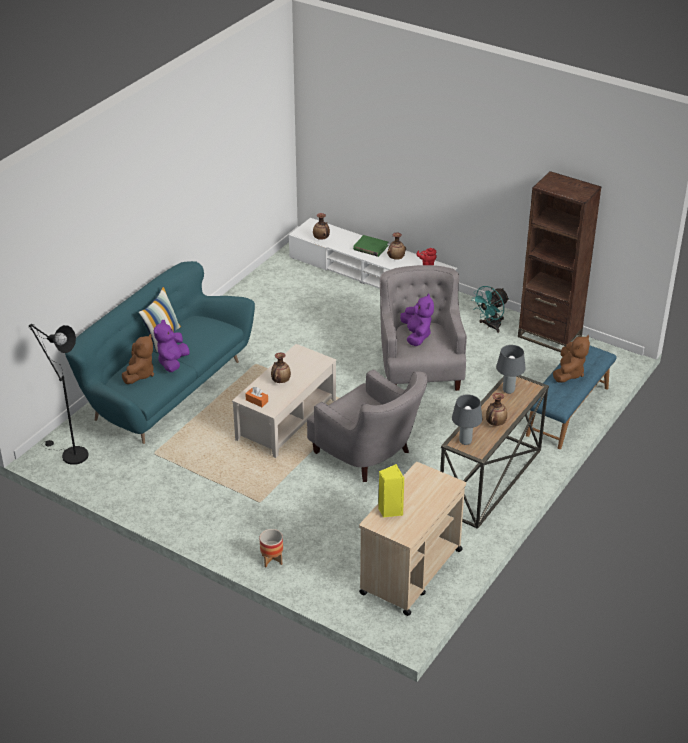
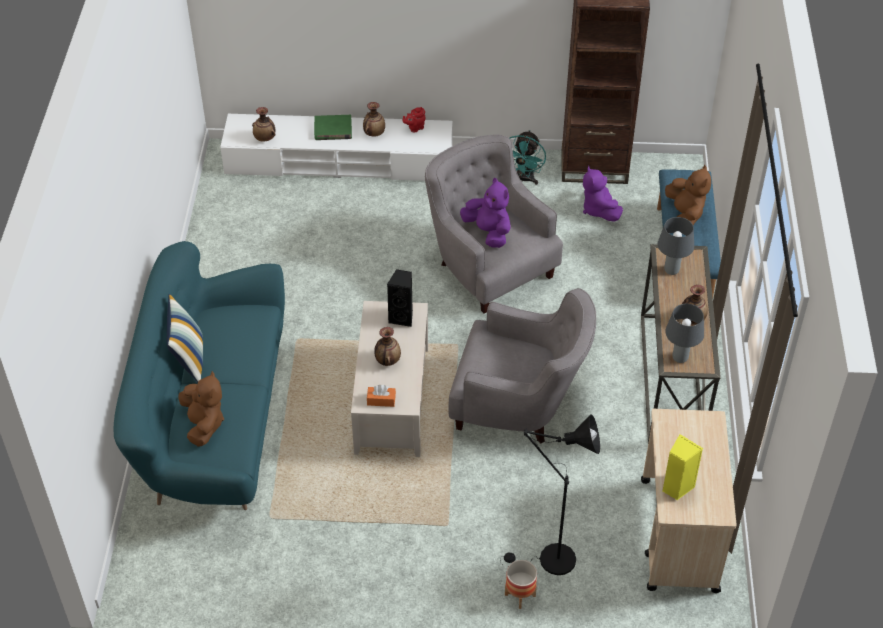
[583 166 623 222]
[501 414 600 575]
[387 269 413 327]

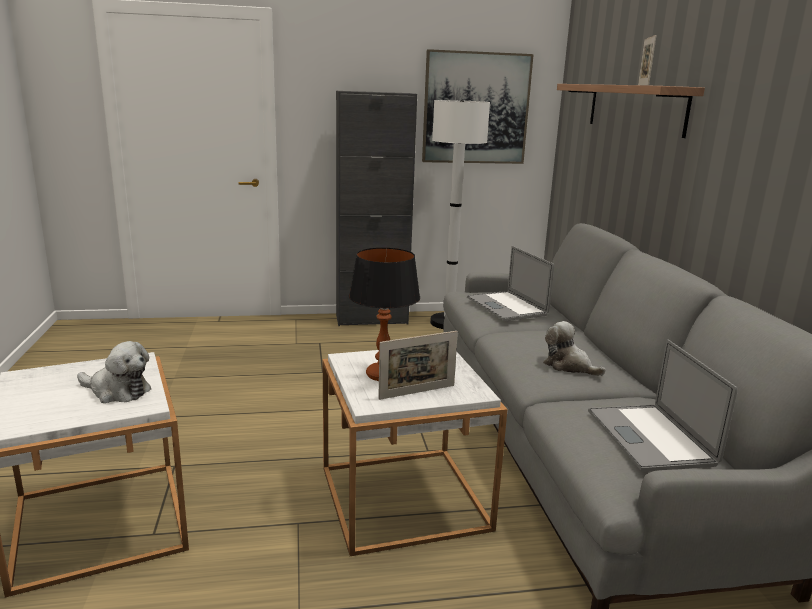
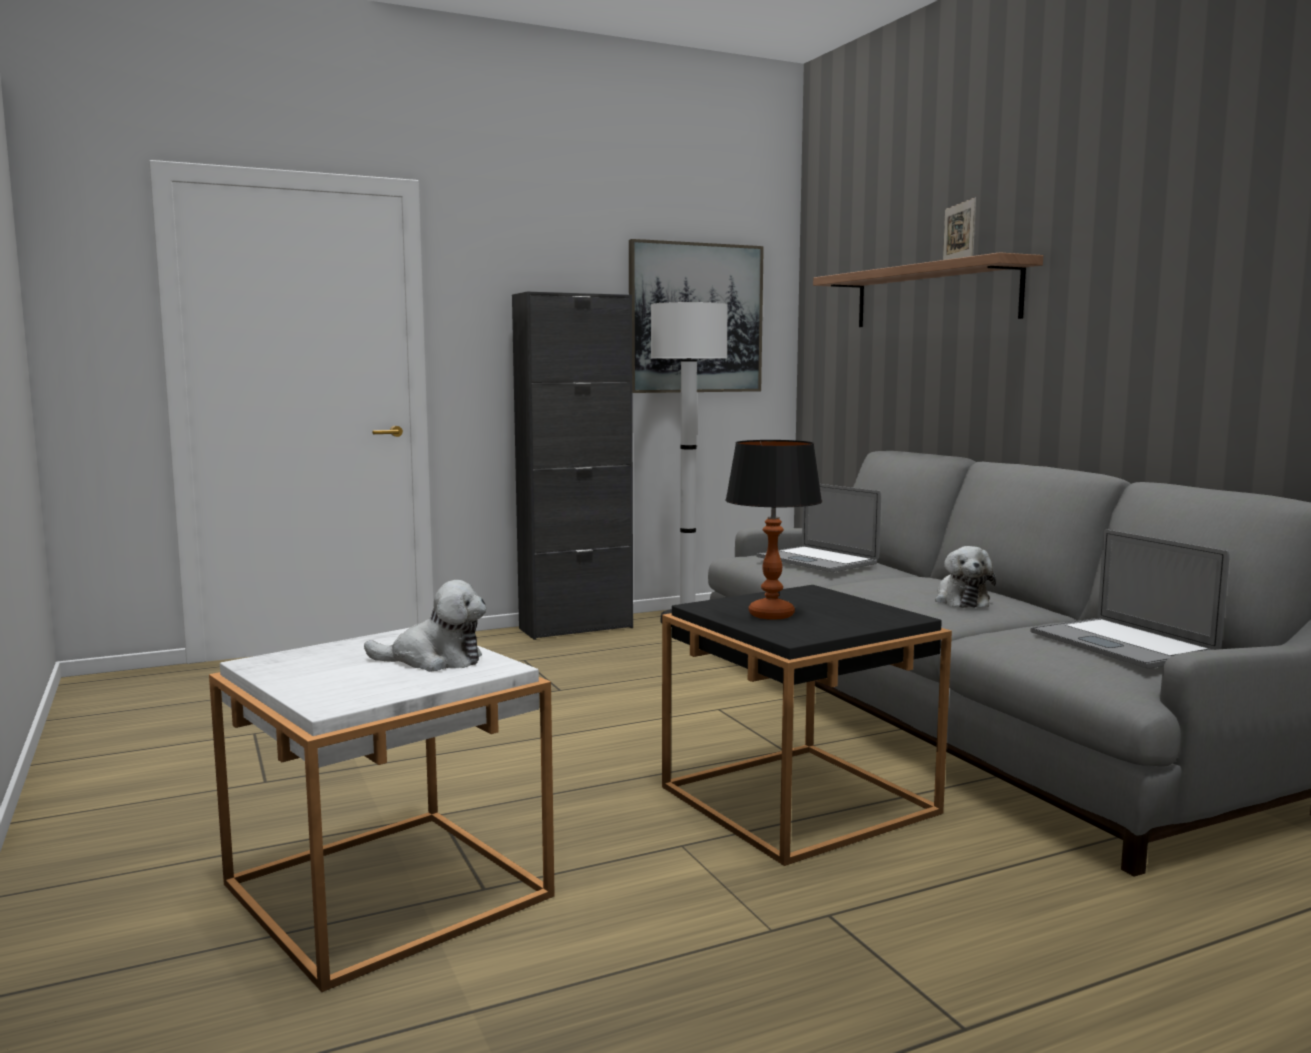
[935 546 996 608]
[378 331 458 400] (first image)
[662 585 952 866]

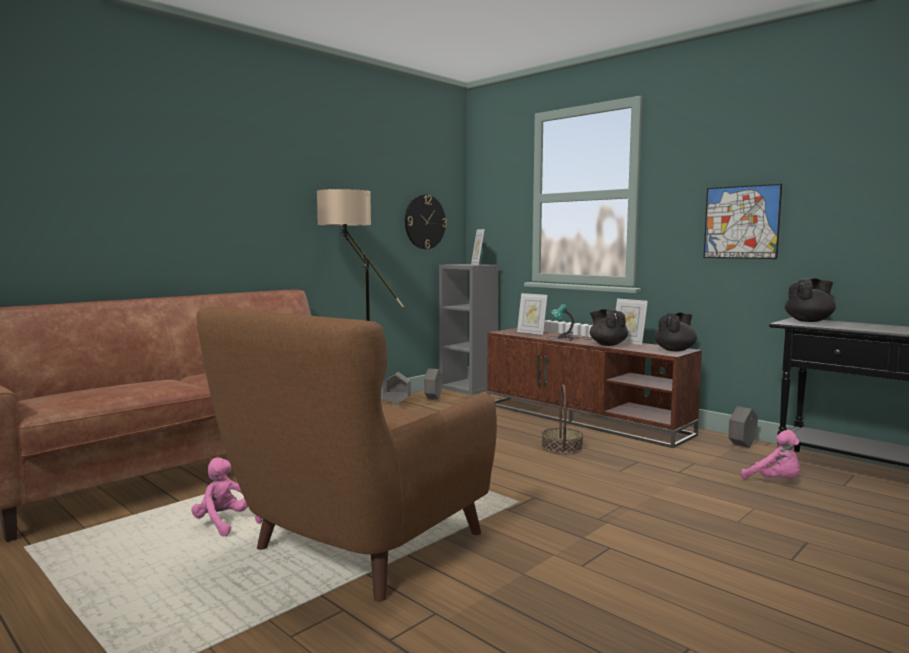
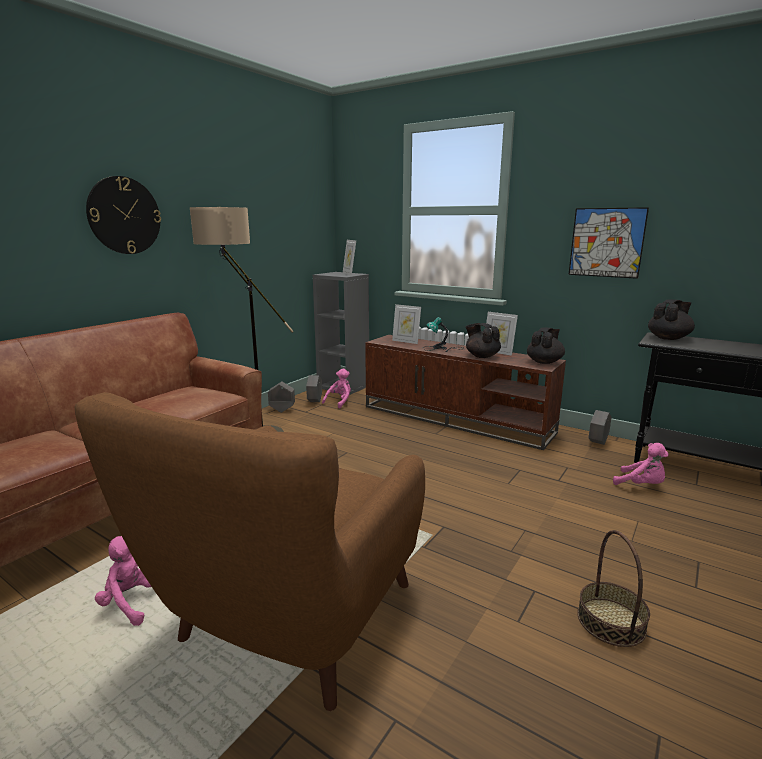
[86 176 161 254]
[577 530 650 647]
[322 368 351 409]

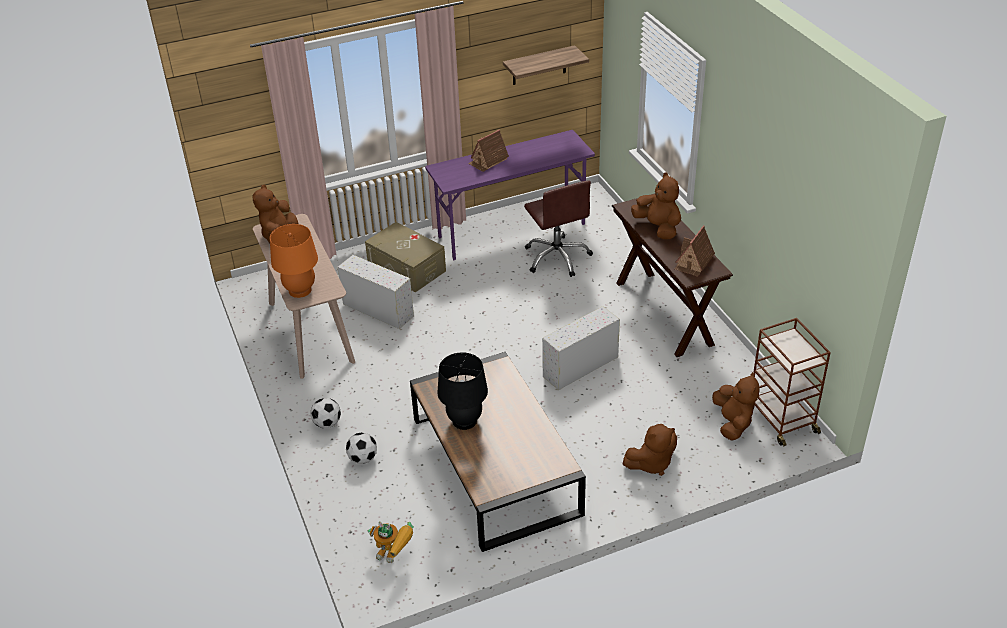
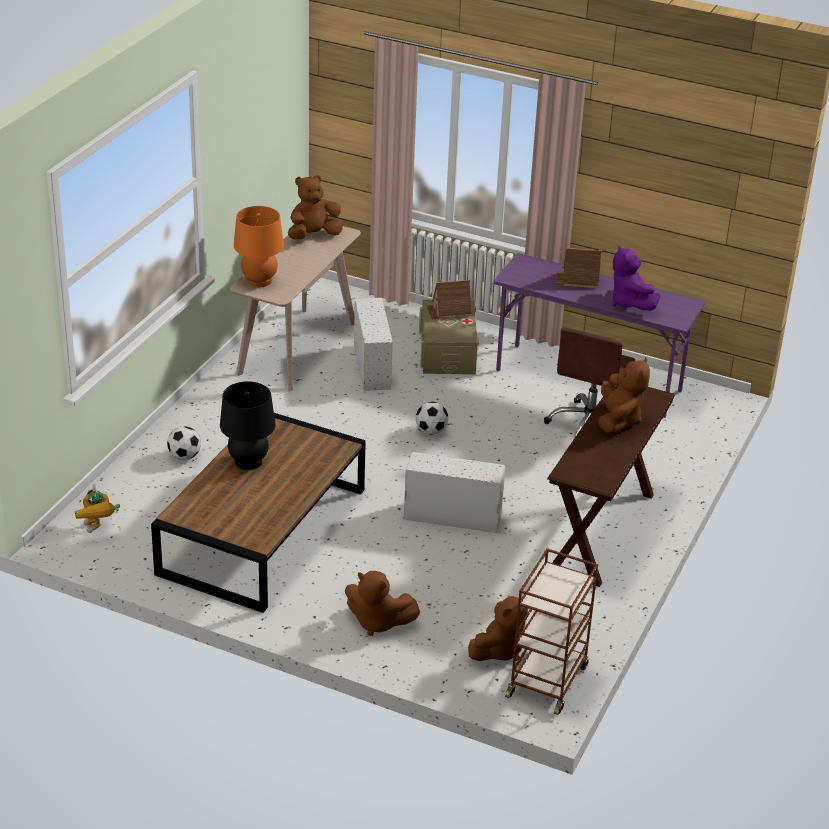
[503 45 589 85] (first image)
[426 280 472 319]
[416 402 448 435]
[612 245 660 310]

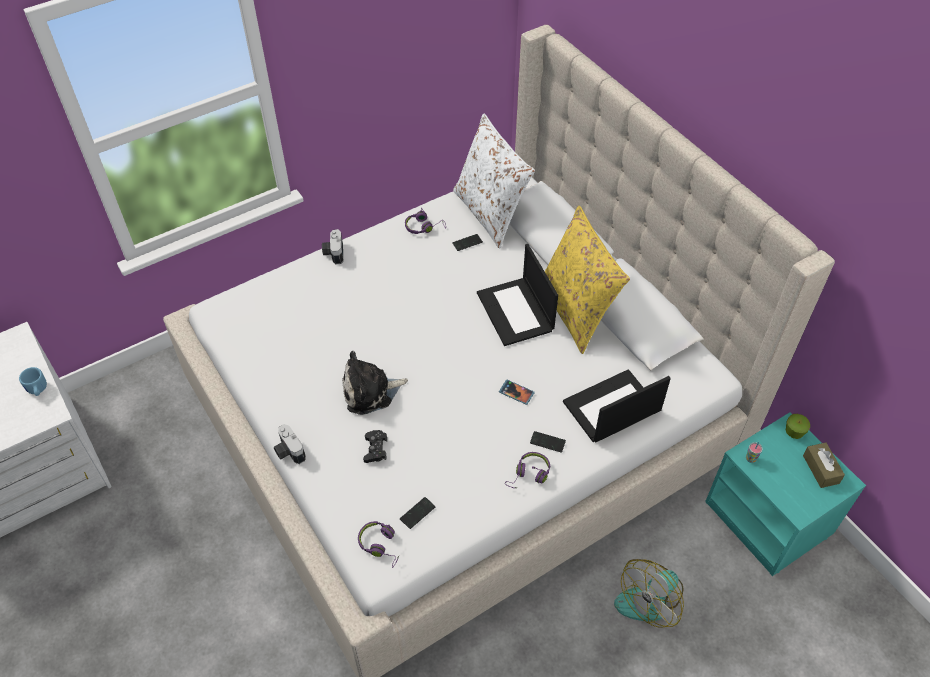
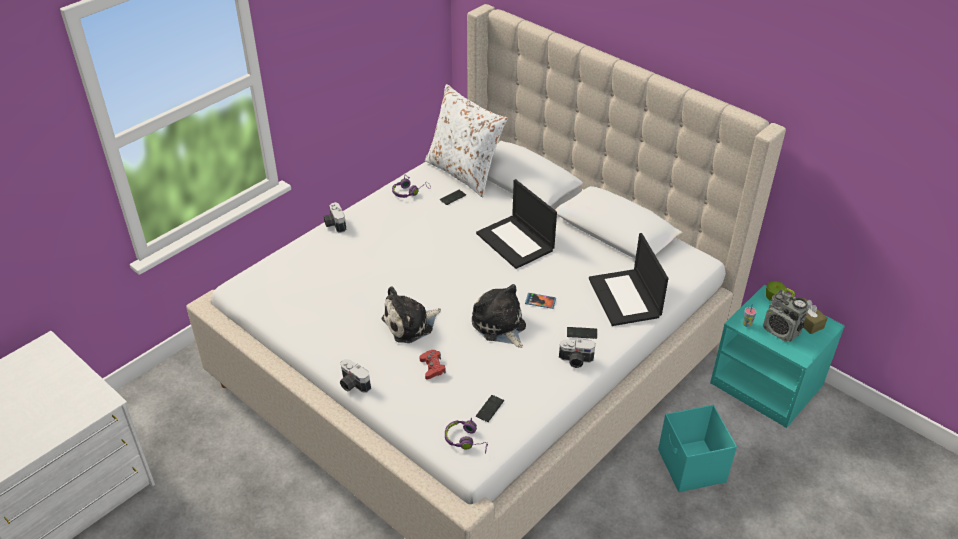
[545 206 630 354] (first image)
[19 367 47 396] (first image)
[589 233 668 326]
[419 350 446 379]
[559 339 595 368]
[658 405 737 492]
[472 284 526 348]
[763 288 809 342]

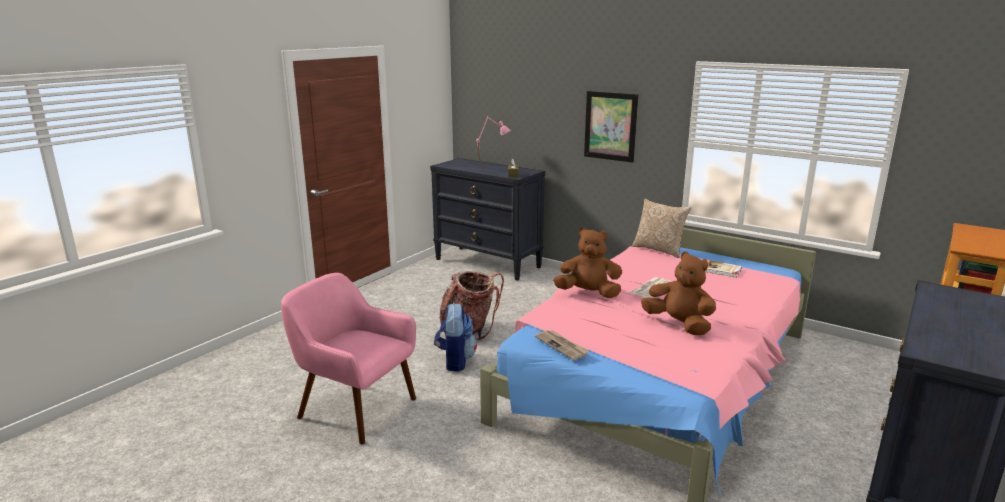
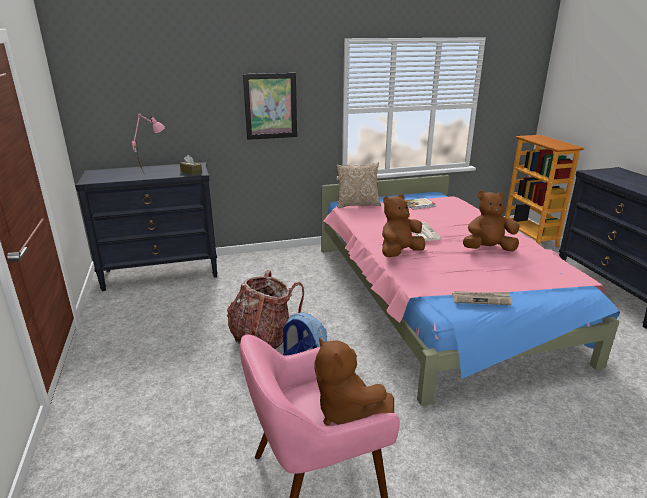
[314 337 394 426]

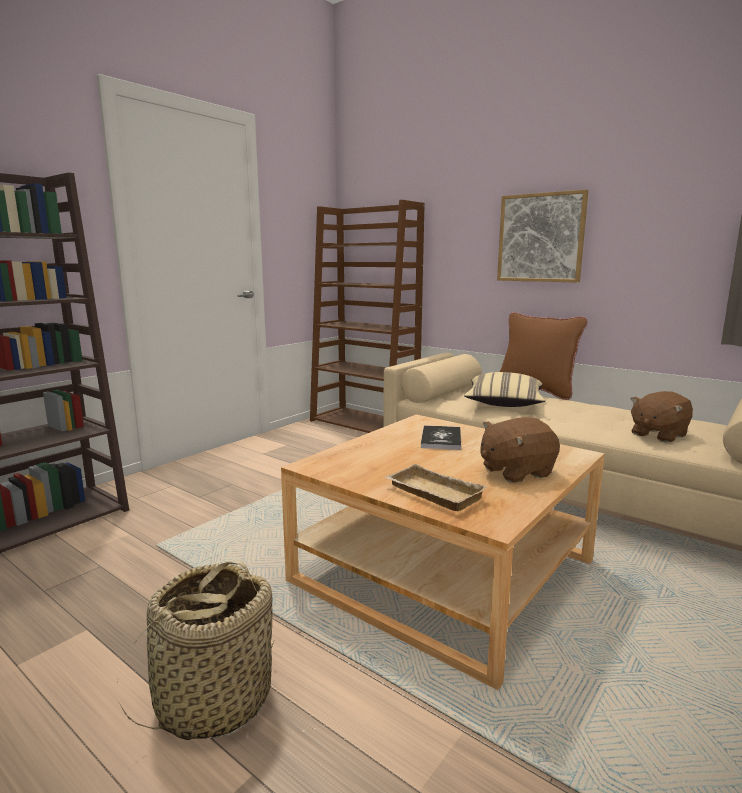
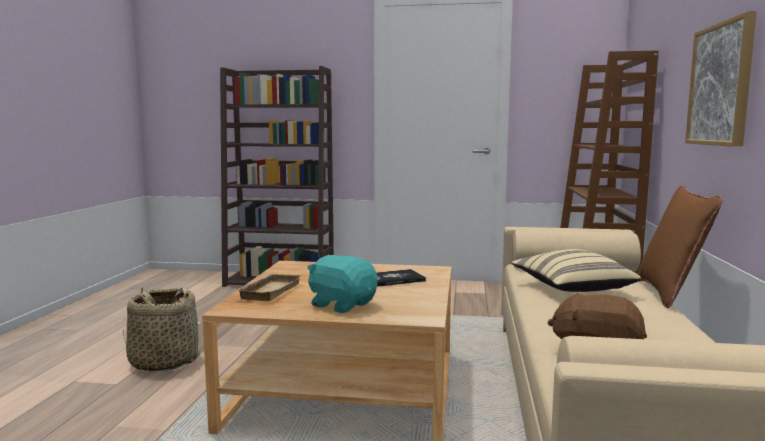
[307 255 378 313]

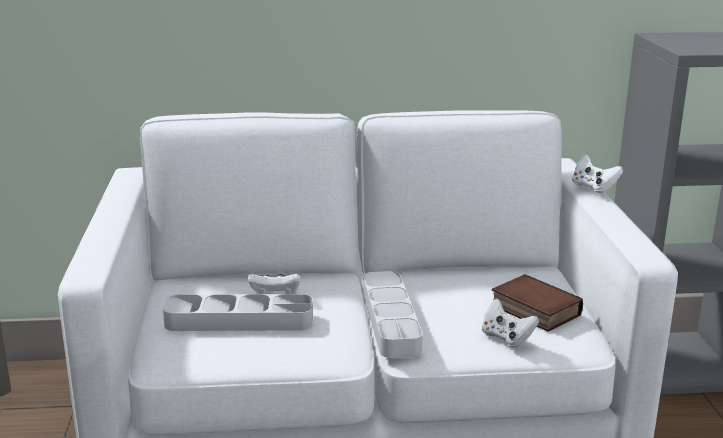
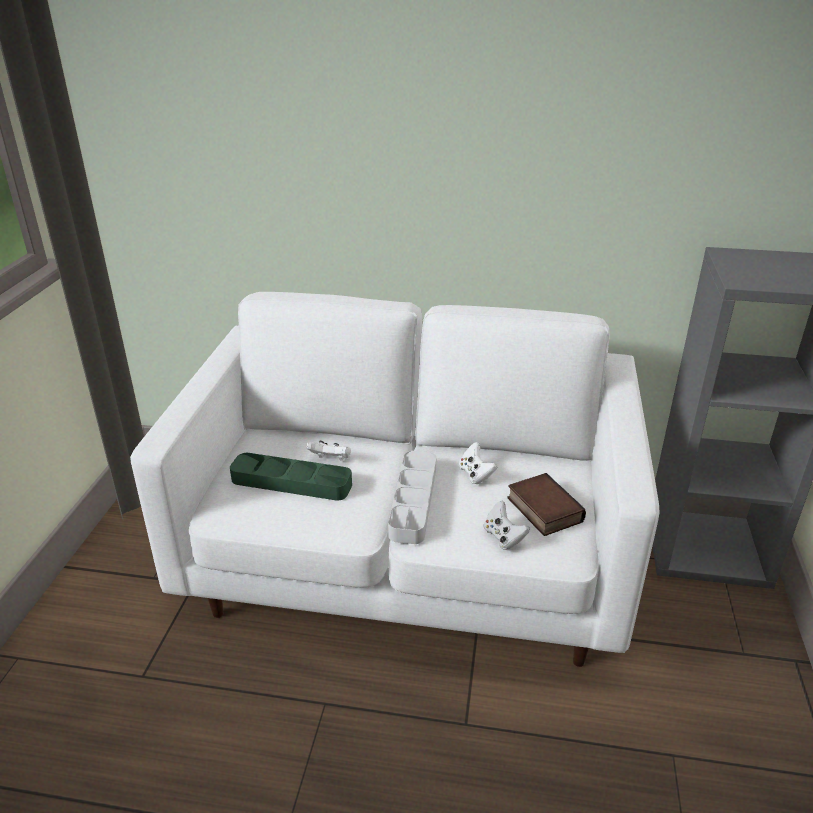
[459 442 497 484]
[230 453 352 501]

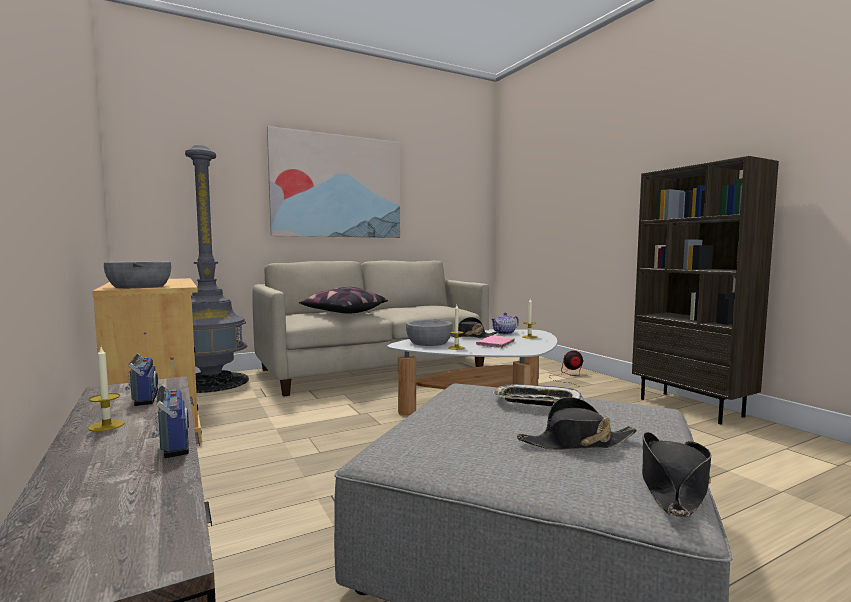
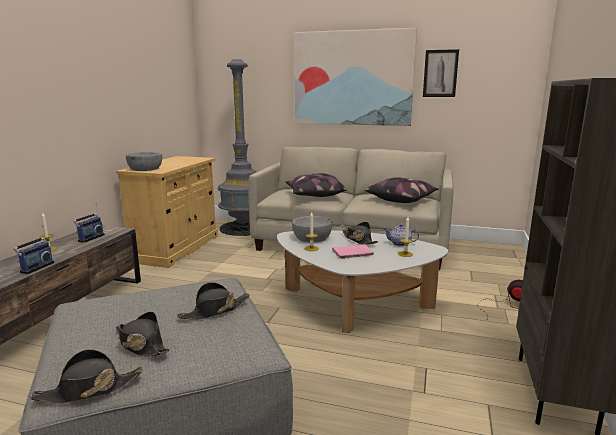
[177 282 250 320]
[423 49 459 97]
[365 177 439 203]

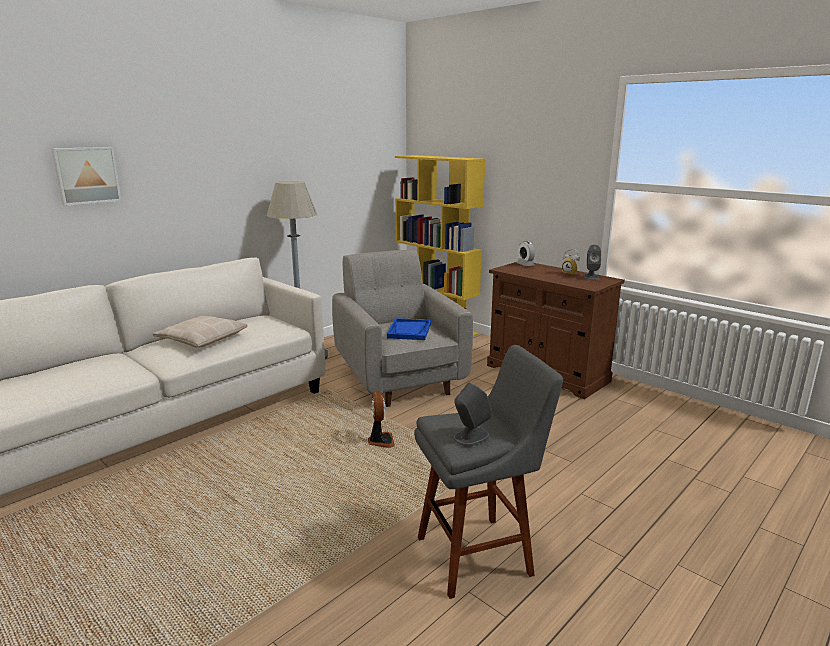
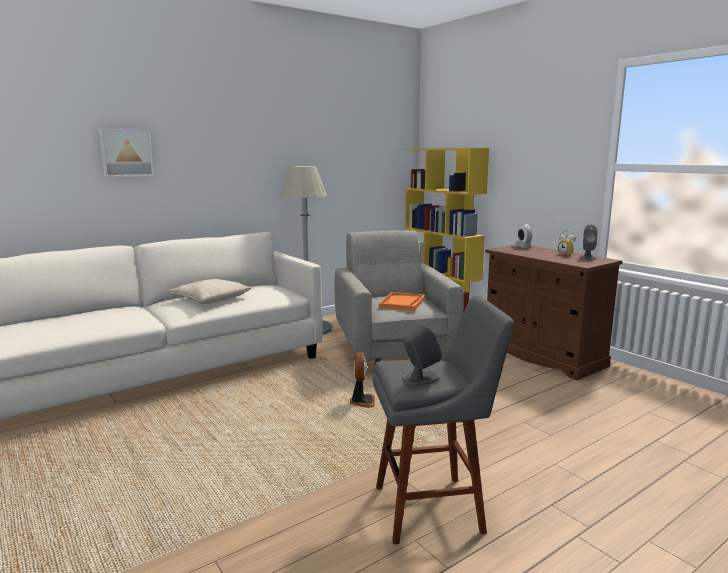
[379 292 425 311]

